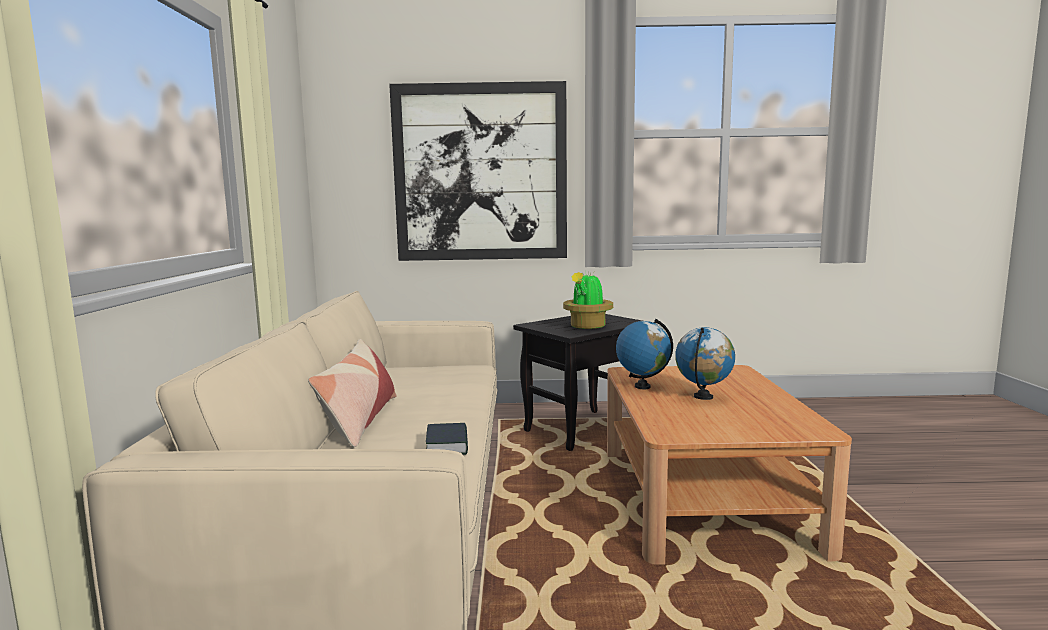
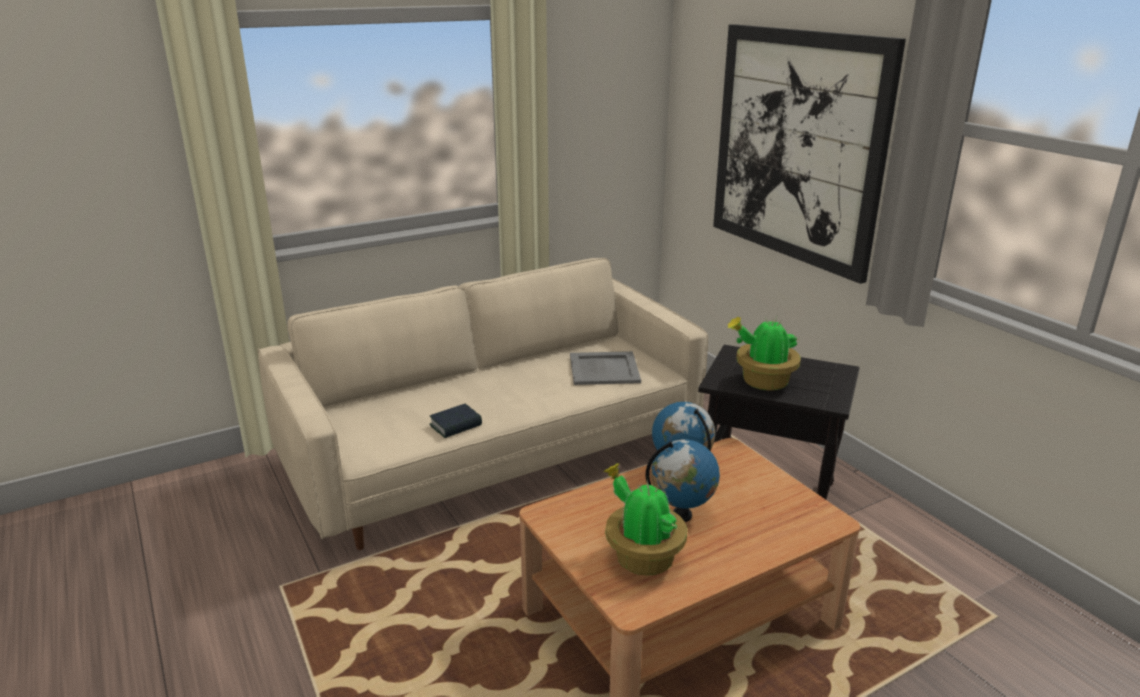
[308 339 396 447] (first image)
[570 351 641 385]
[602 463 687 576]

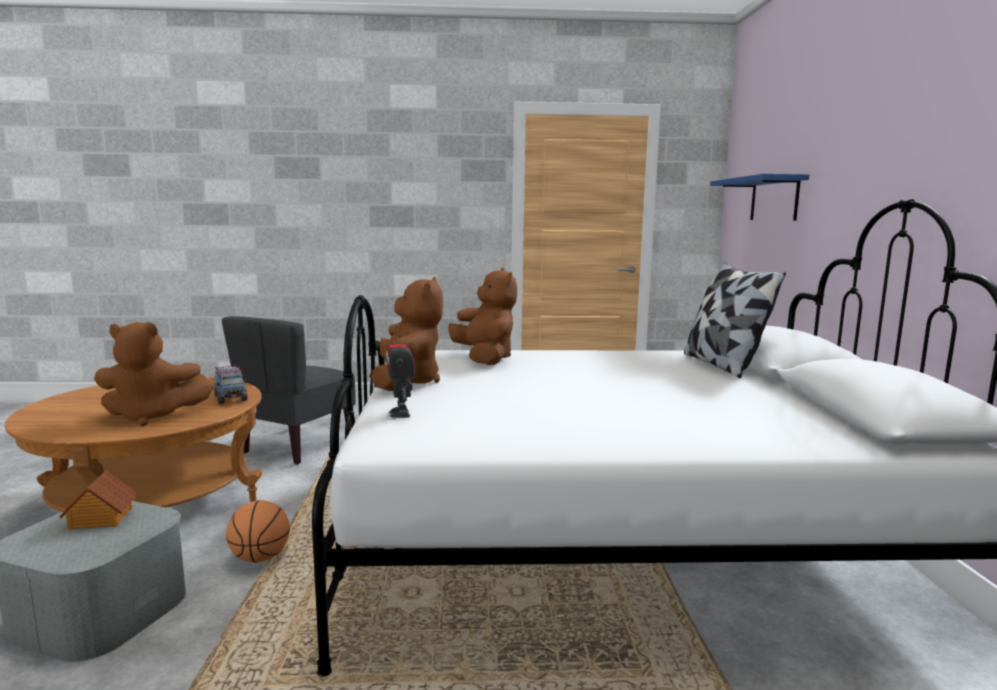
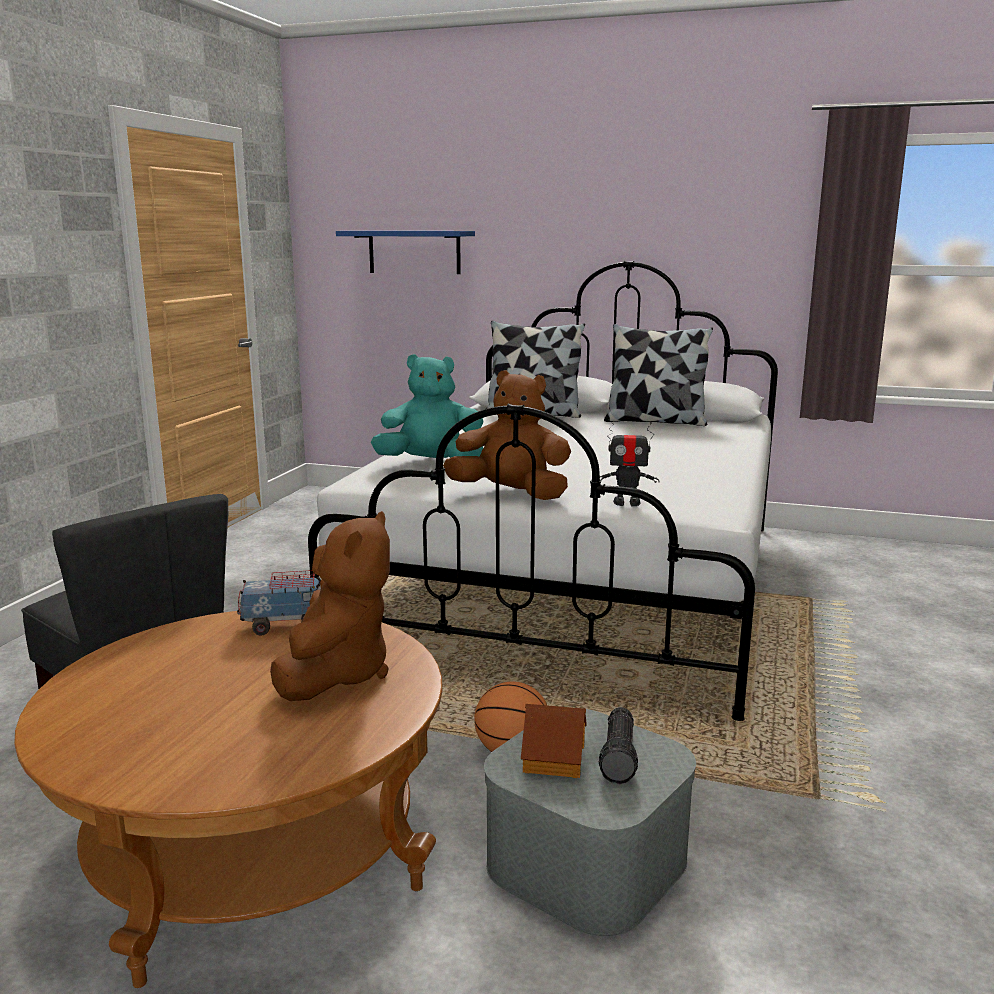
[371 354 483 458]
[604 324 713 426]
[599 707 638 784]

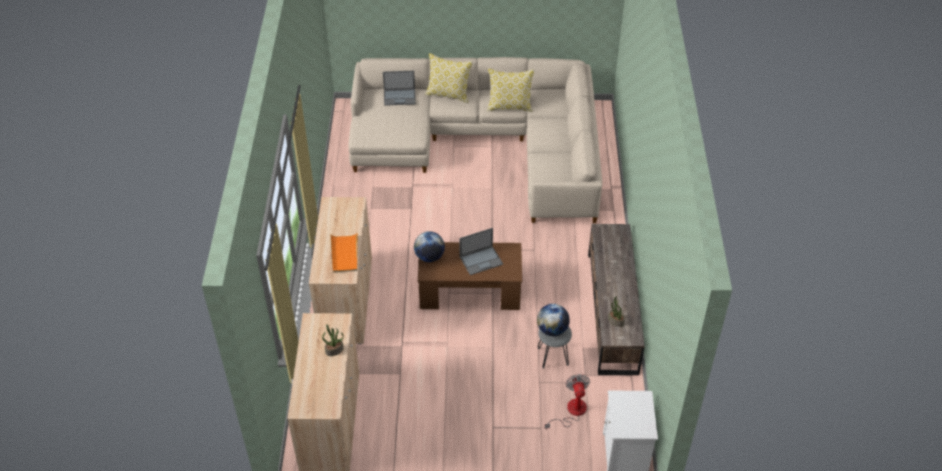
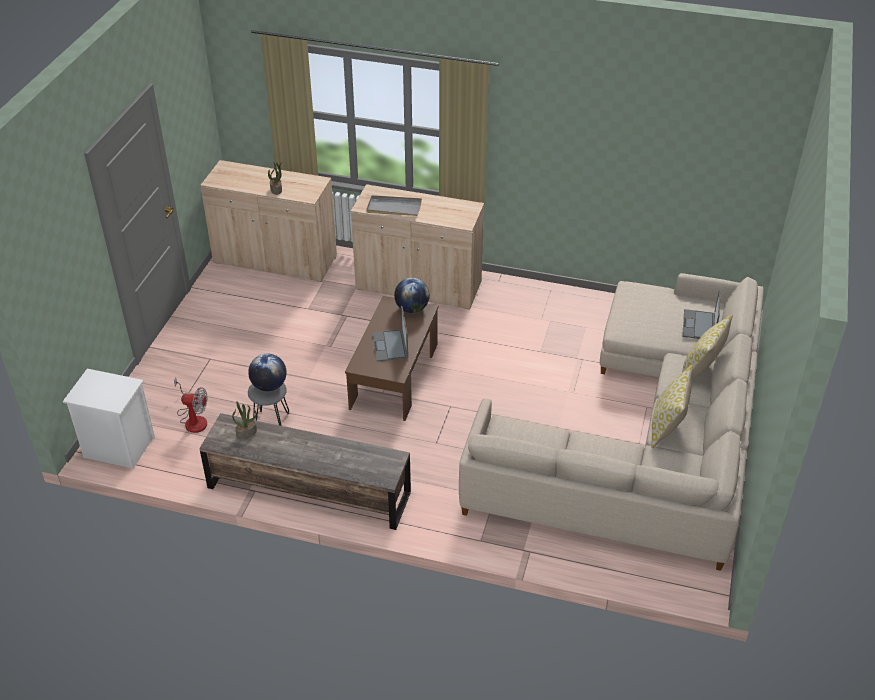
[366 195 422 216]

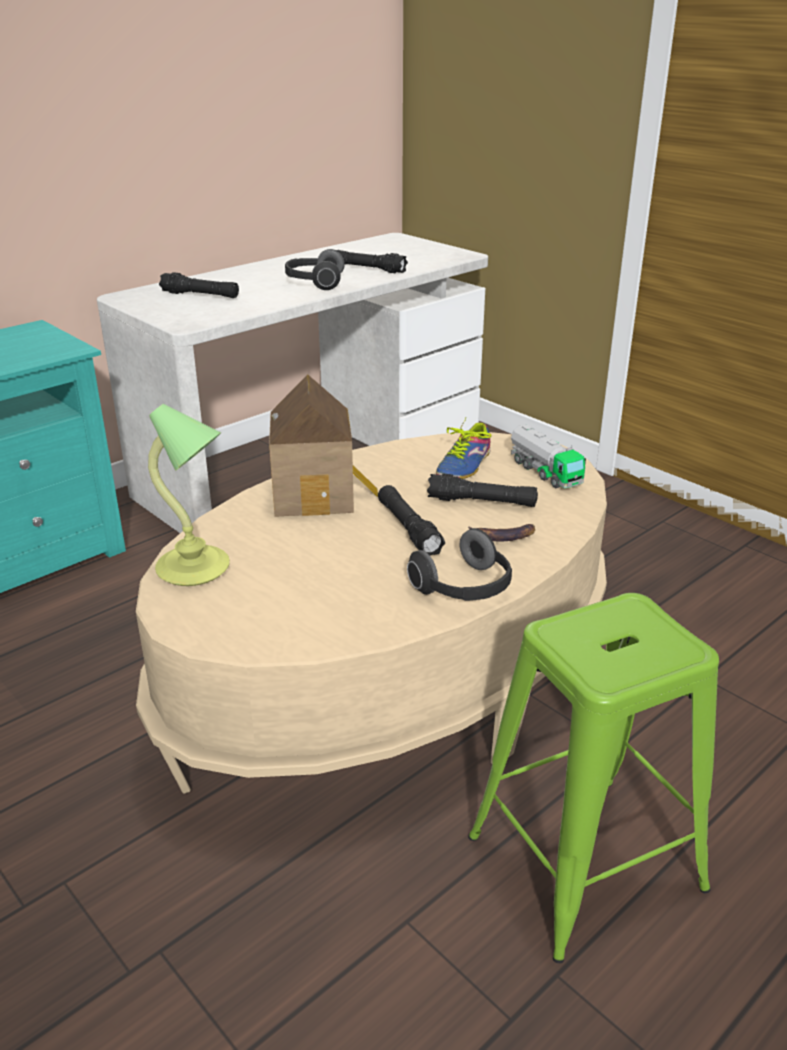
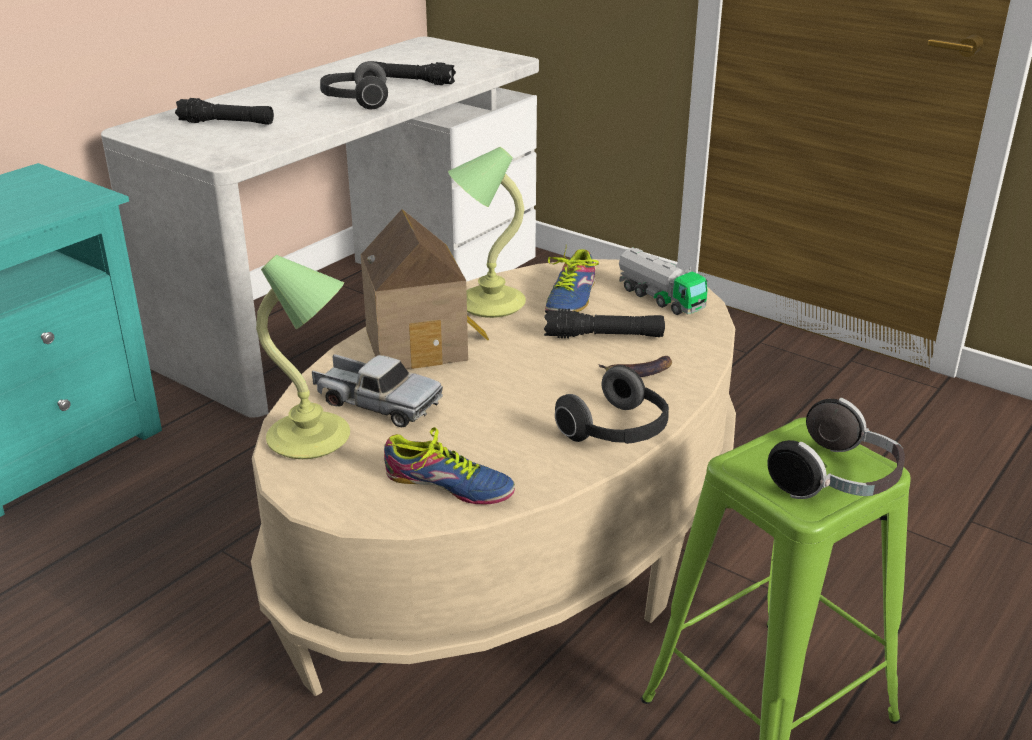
[378 485 445 556] (first image)
[448 147 526 318]
[312 354 443 427]
[768 398 905 499]
[384 427 515 505]

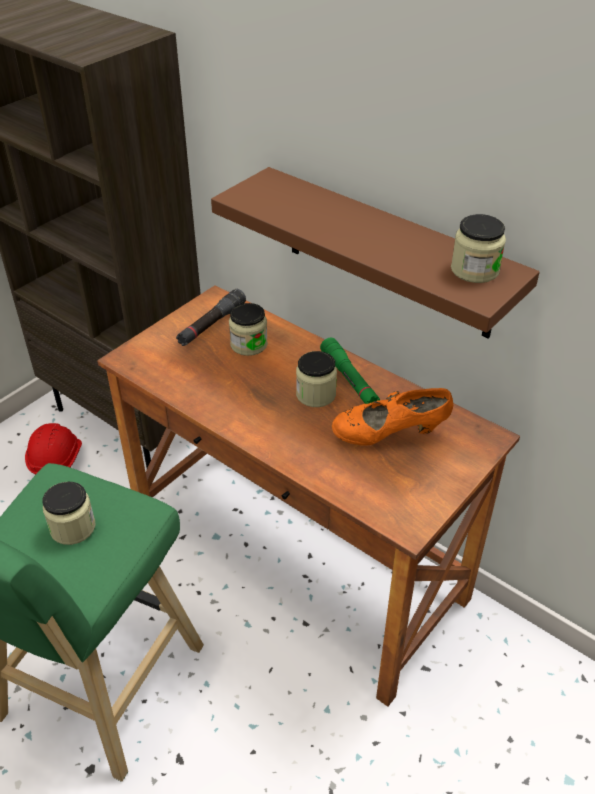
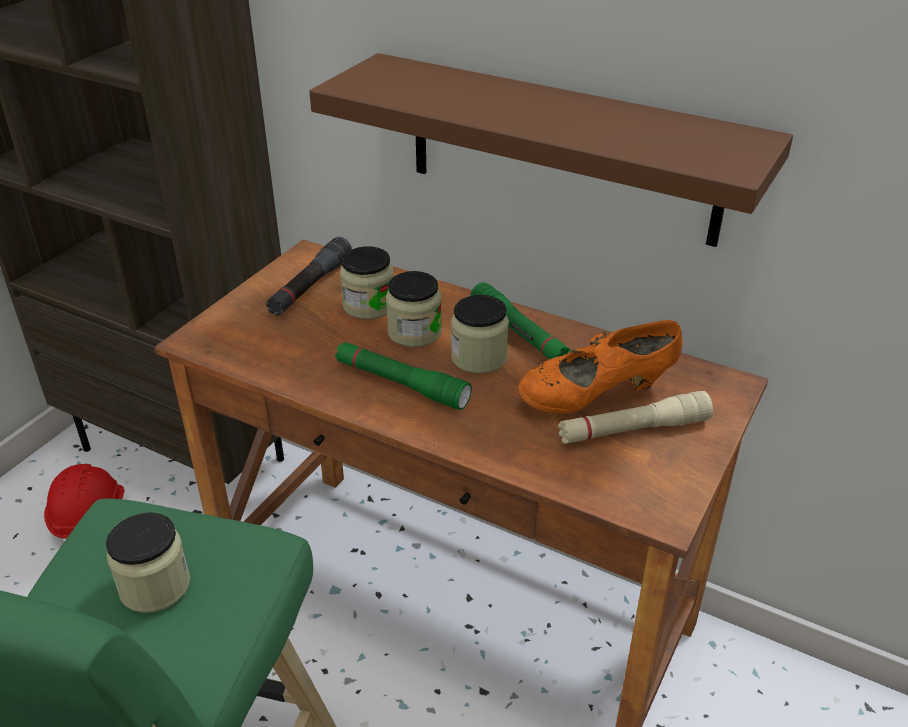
[386 271 442 347]
[335 342 472 410]
[558 391 713 444]

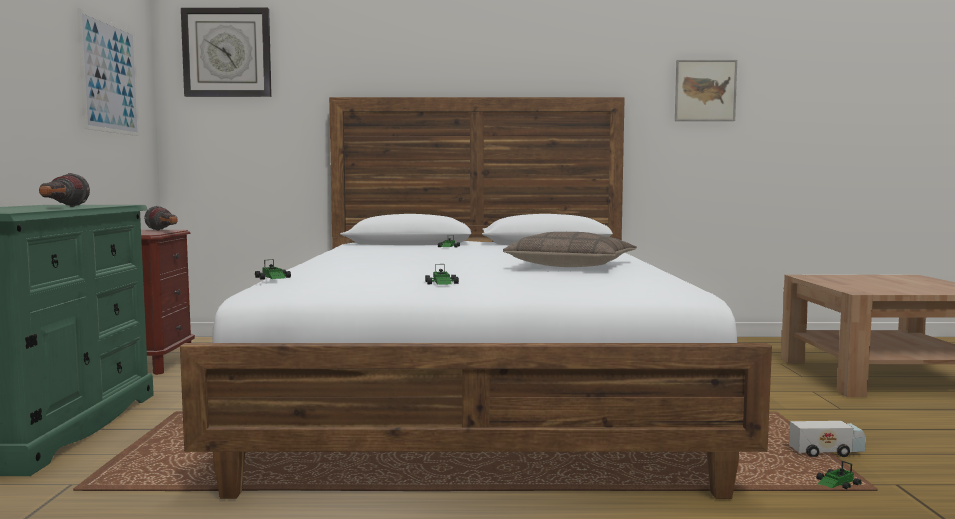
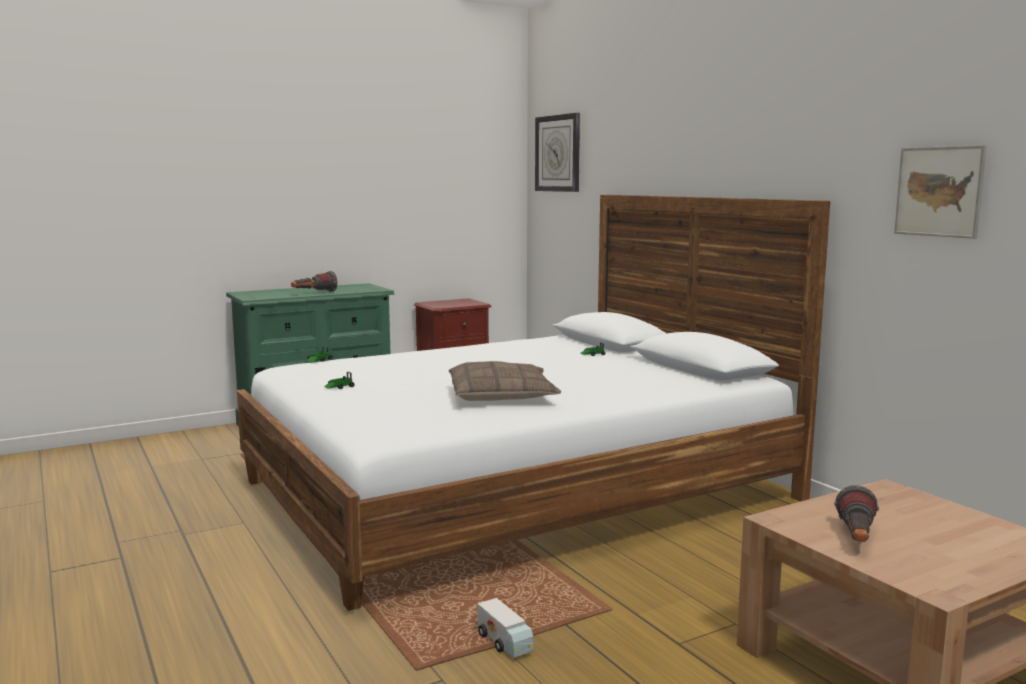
[77 8 140 136] (first image)
[834 485 879 542]
[816 461 861 490] (first image)

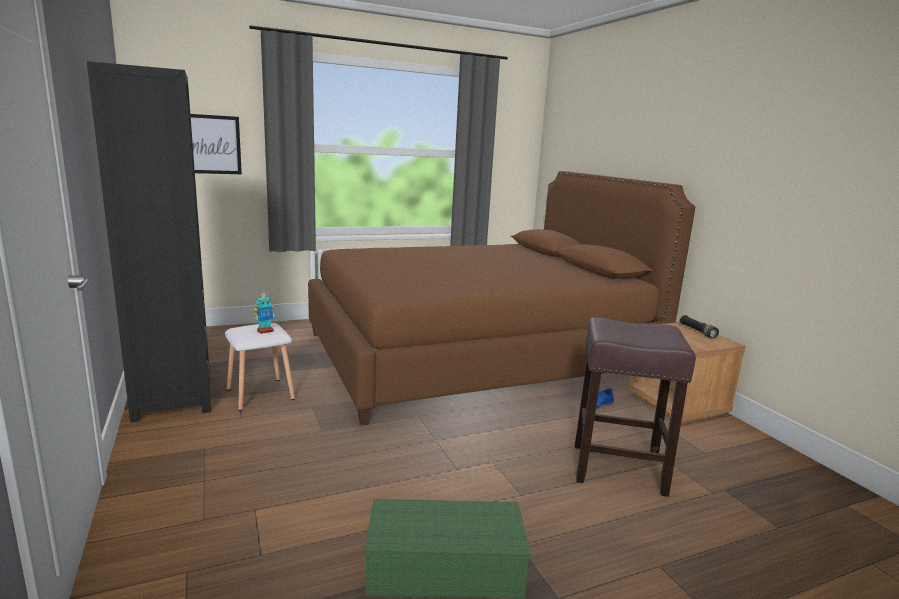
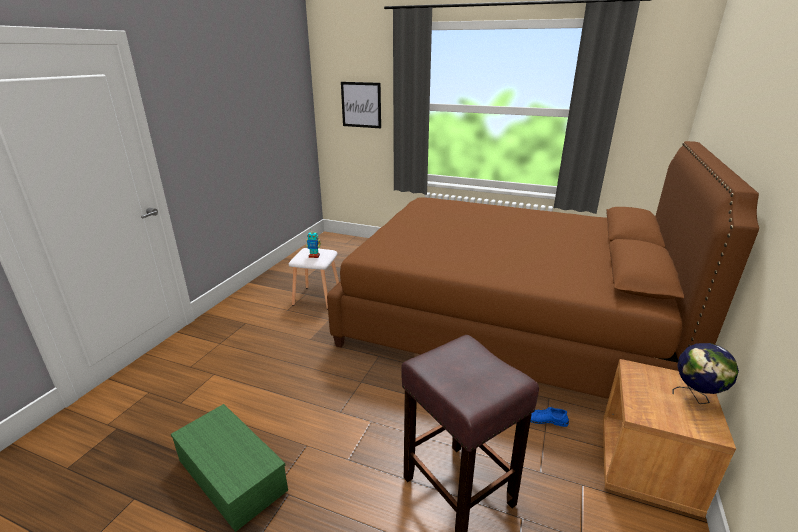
[87 61 211 423] (first image)
[672 343 739 404]

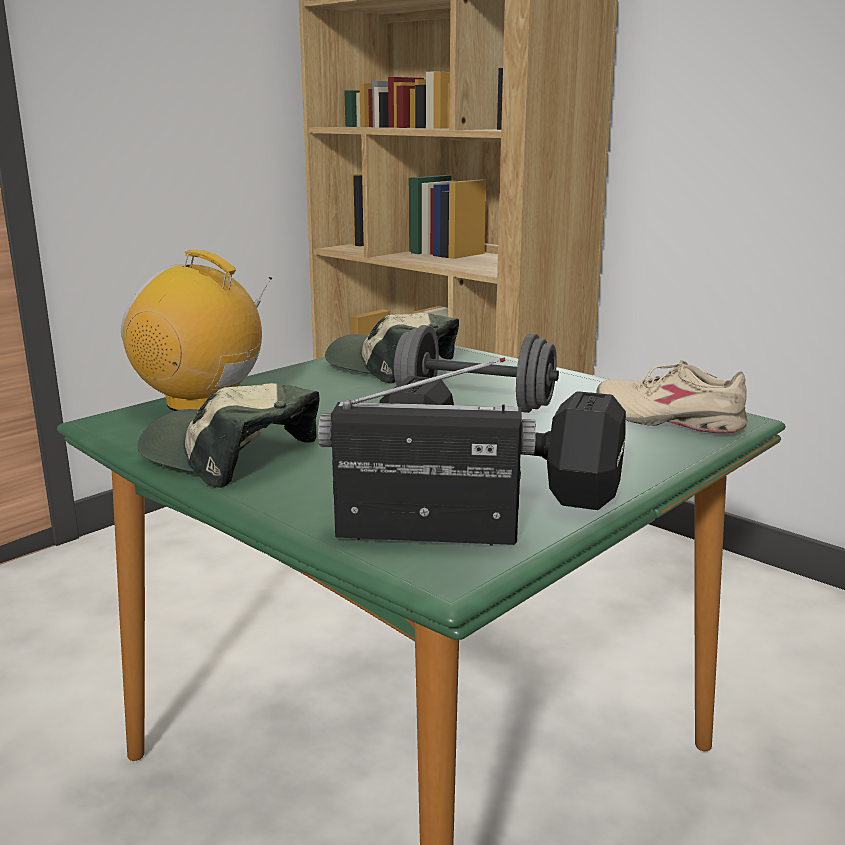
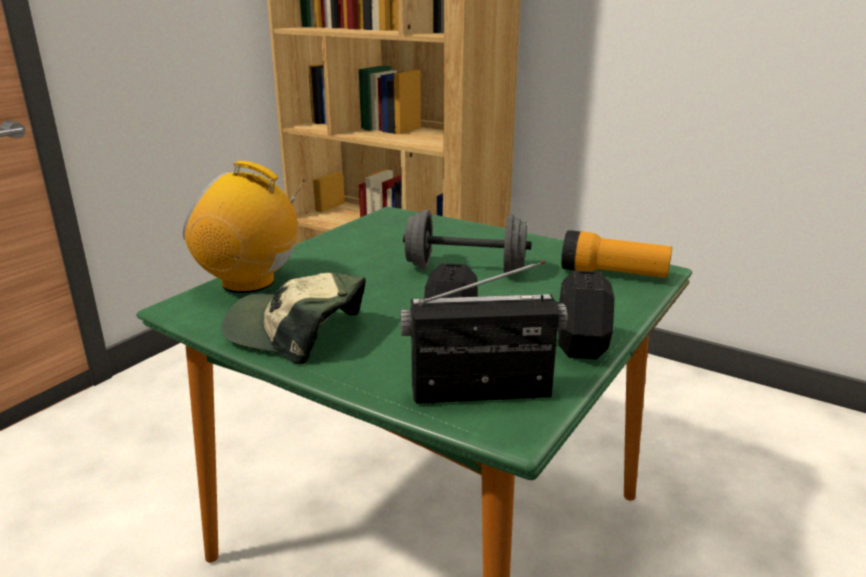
[325 313 459 384] (first image)
[561 230 672 278]

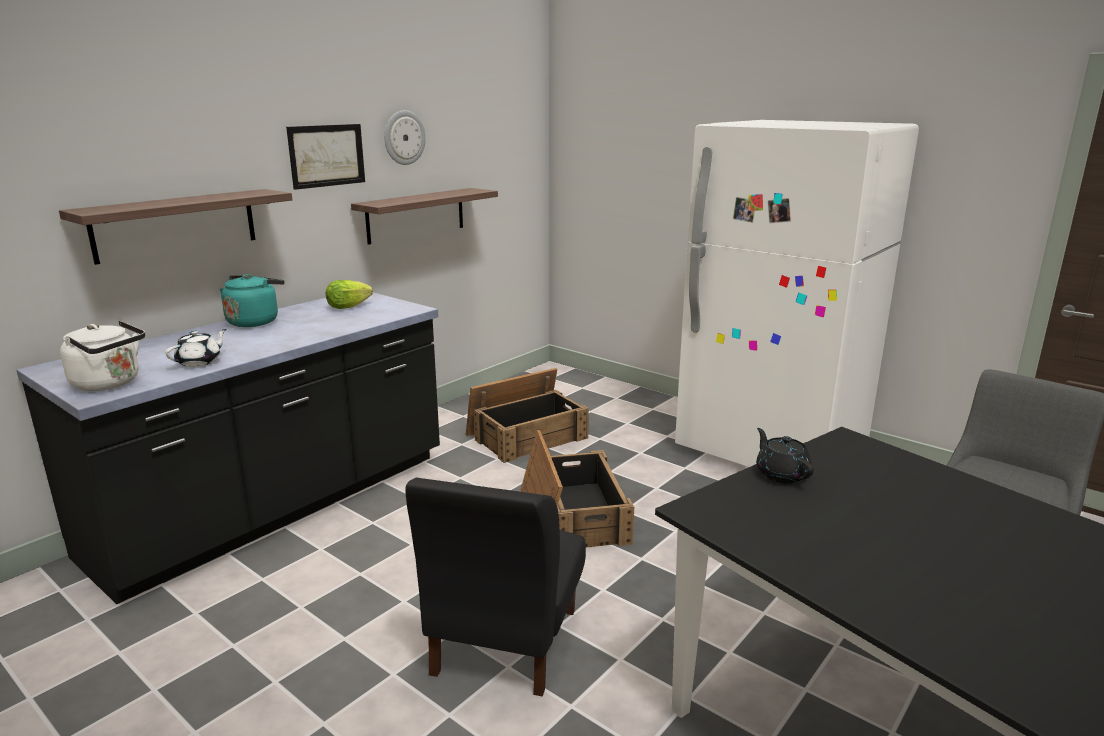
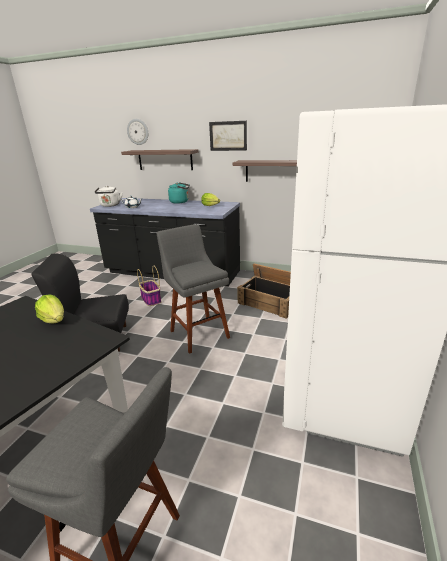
[127 119 148 145]
[35 294 64 323]
[157 224 230 354]
[137 265 161 306]

